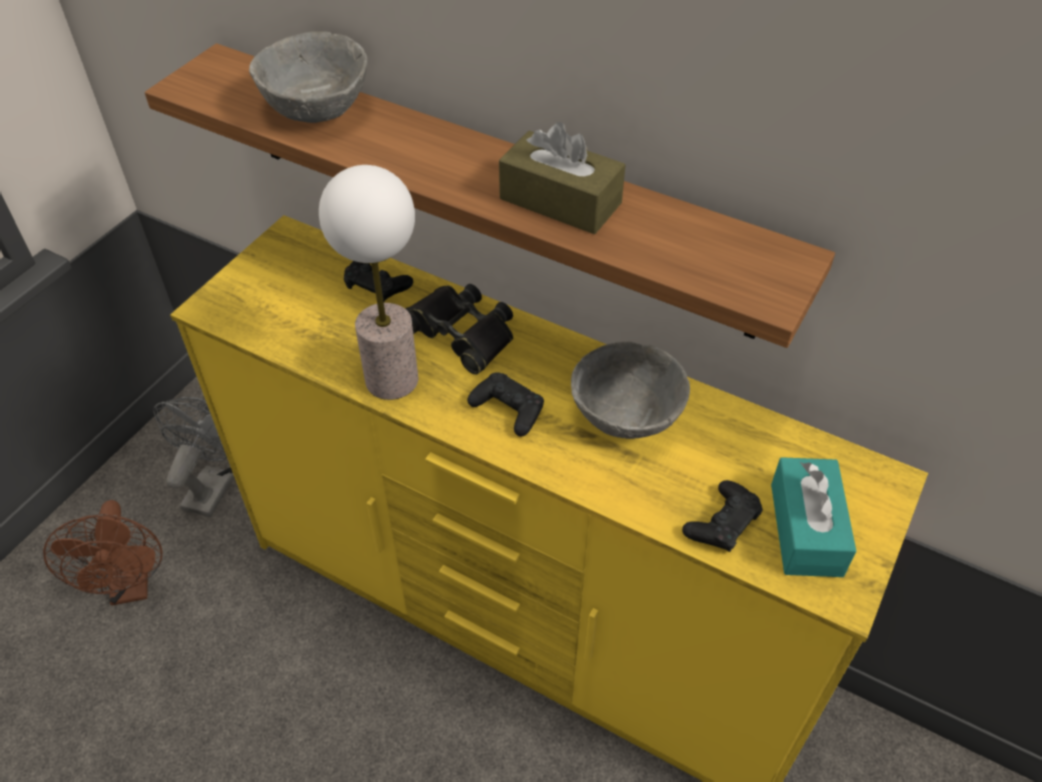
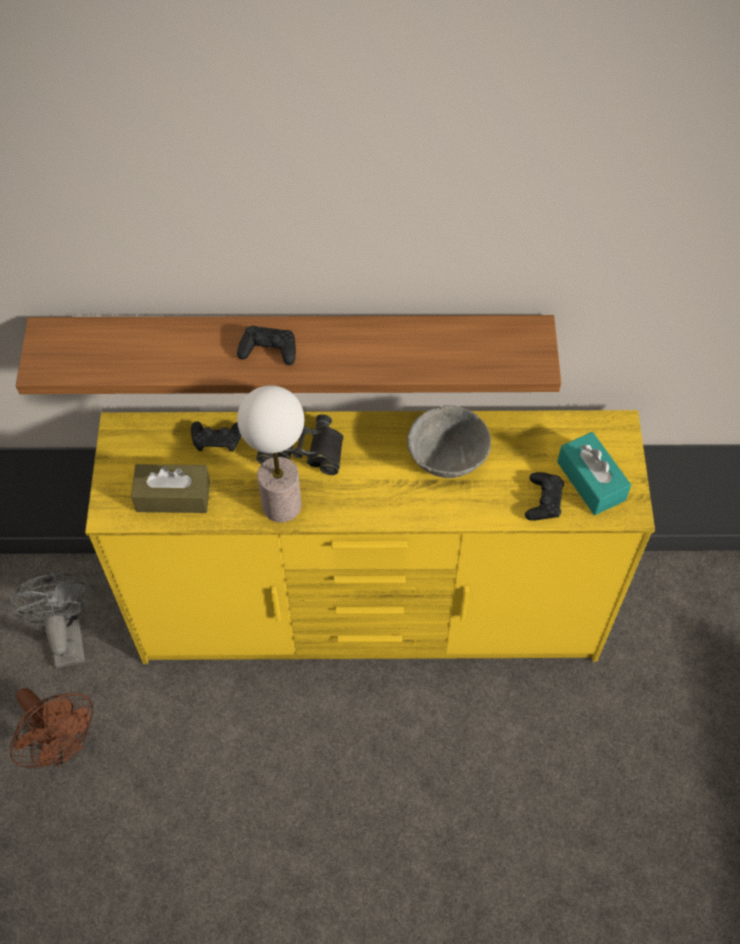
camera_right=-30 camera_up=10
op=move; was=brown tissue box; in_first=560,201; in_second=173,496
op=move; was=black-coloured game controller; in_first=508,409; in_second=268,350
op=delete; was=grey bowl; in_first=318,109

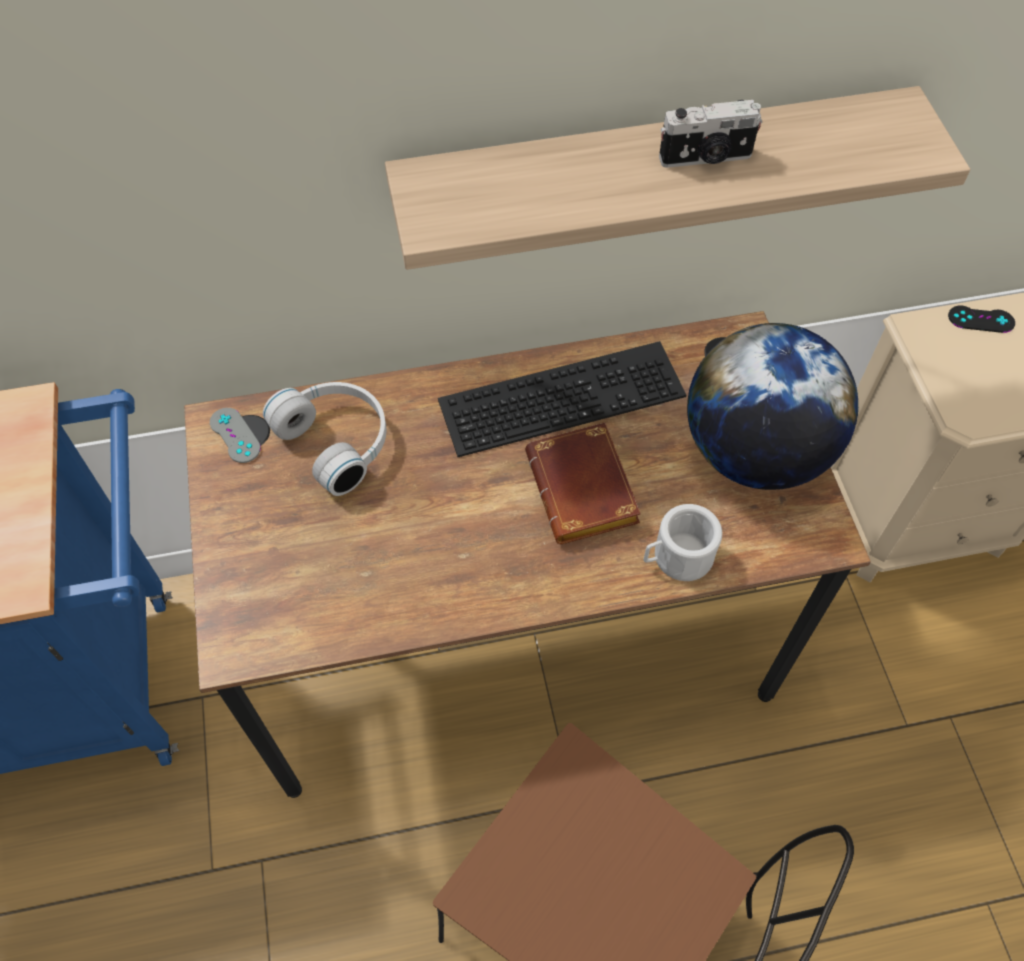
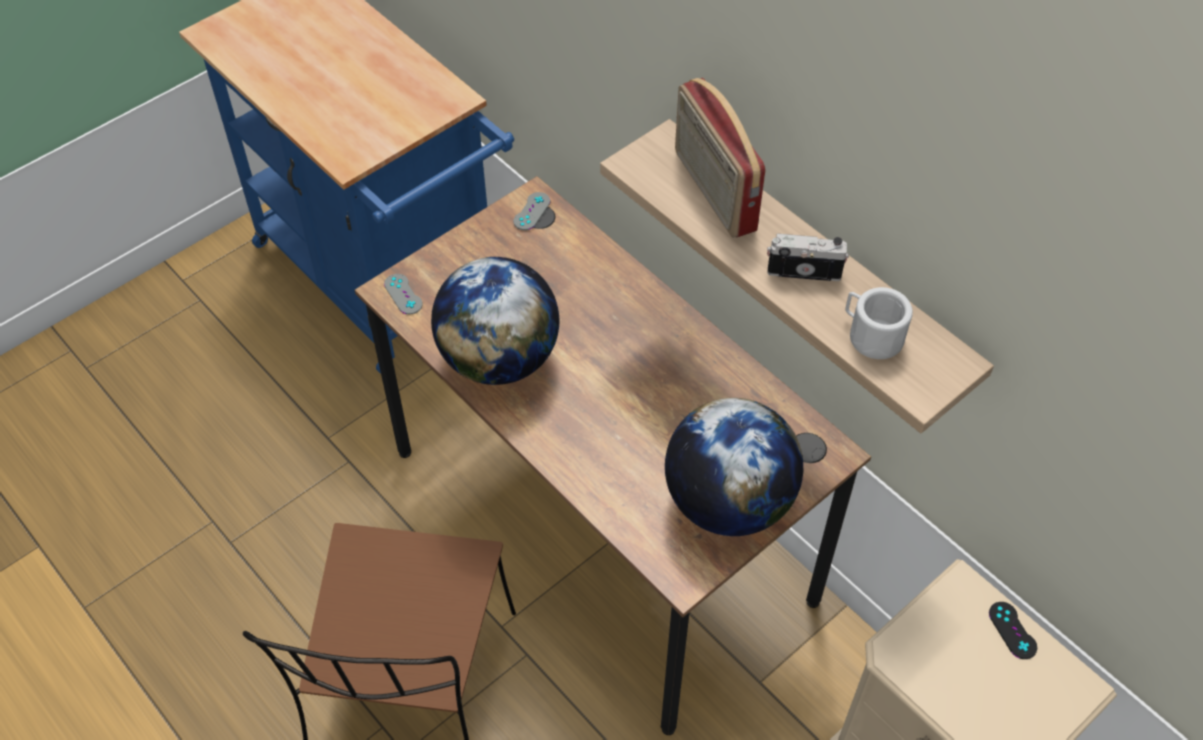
camera_right=60 camera_up=-5
op=insert; now=grey game controller; in_second=403,294
op=insert; now=world globe; in_second=499,359
op=insert; now=radio set; in_second=713,192
op=rotate; was=photo camera; in_first=706,158; in_second=804,270; clockwise=135
op=move; was=whitish mug; in_first=676,557; in_second=870,335
op=delete; was=whitish pair of headphones; in_first=338,440
op=delete; was=computer keyboard; in_first=562,394
op=delete; was=brown volume; in_first=586,491

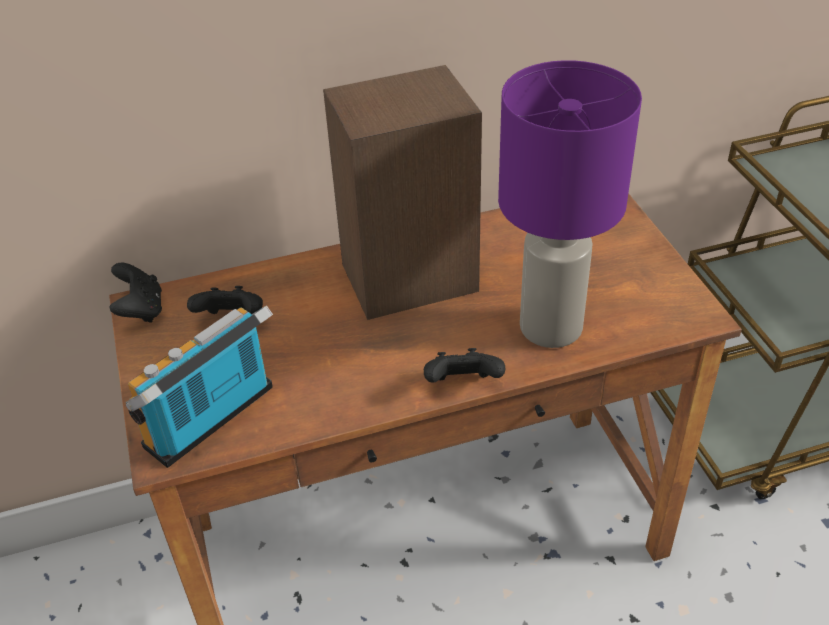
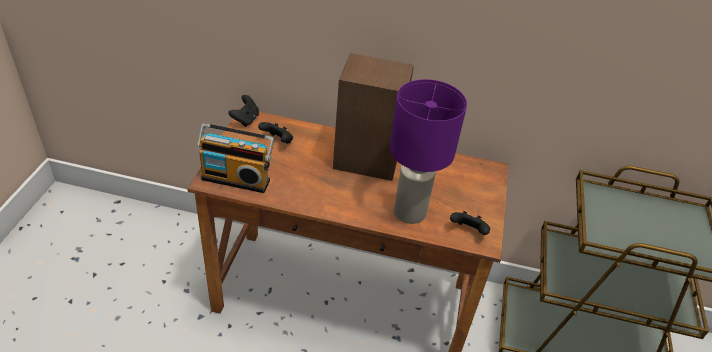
camera_right=25 camera_up=0
op=rotate; was=radio set; in_first=214,421; in_second=237,178; clockwise=-150
op=move; was=black-coloured game controller; in_first=463,384; in_second=468,231

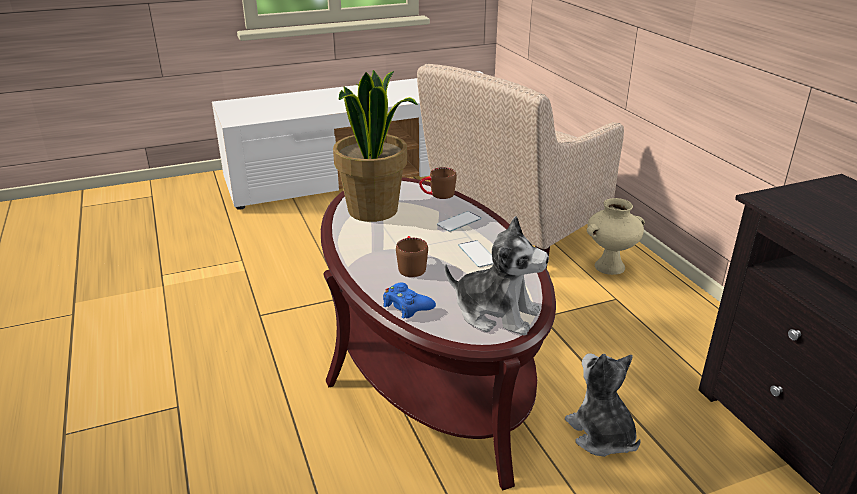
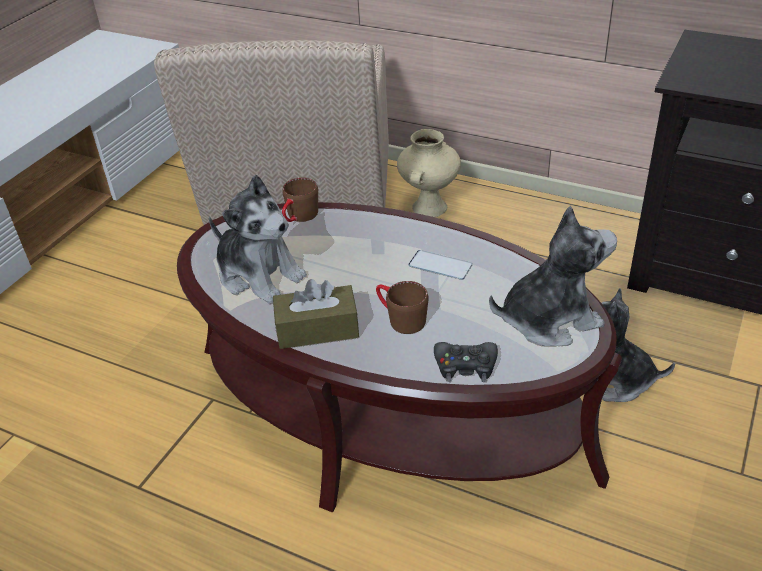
camera_right=-40 camera_up=10
op=replace; was=houseplant; now=soft toy; in_first=374,211; in_second=259,275
op=insert; now=brown tissue box; in_second=317,329
op=recolor; was=bluish game controller; now=black-coloured game controller; in_first=406,306; in_second=465,366
op=delete; was=handset; in_first=459,222

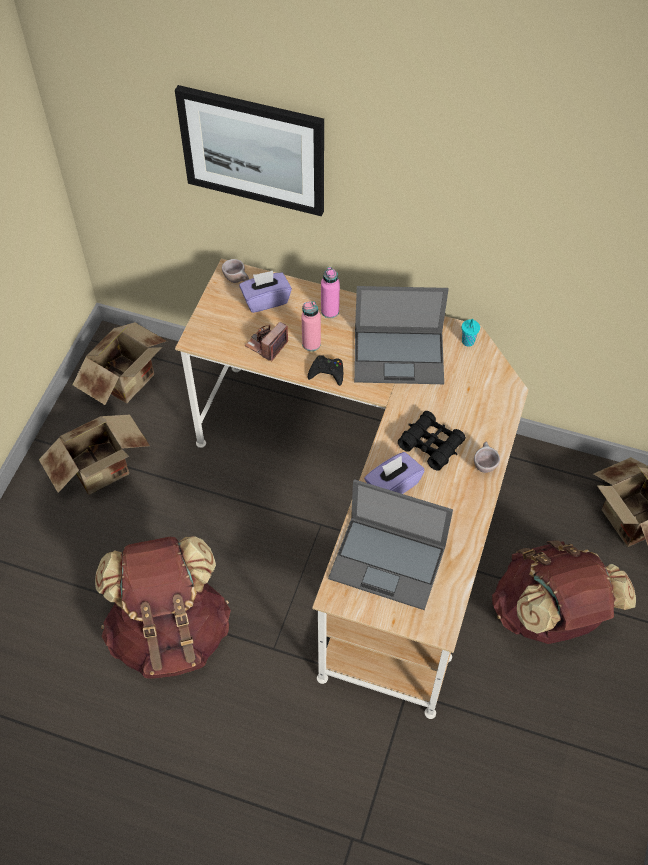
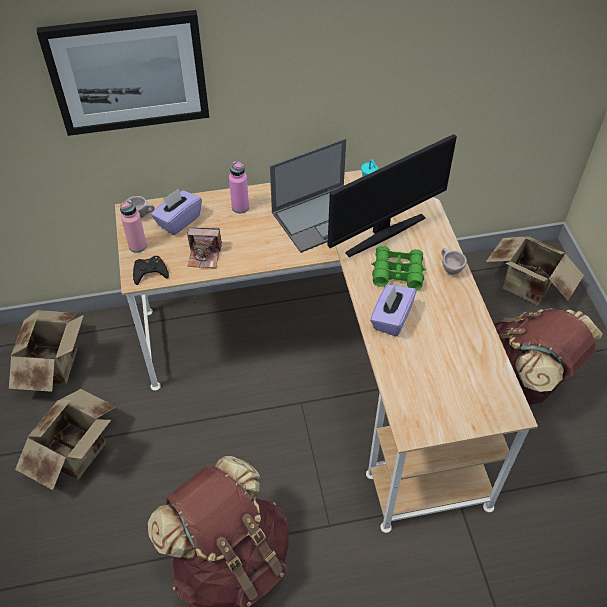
camera_right=-30 camera_up=-5
op=move; was=pink drink bottle; in_first=311,344; in_second=137,246
op=move; was=black-coloured game controller; in_first=327,372; in_second=150,272
op=rotate; was=photo camera; in_first=267,345; in_second=204,255; clockwise=-90
op=insert; now=computer screen; in_second=384,233
op=recolor; was=black-coloured binoculars; now=green-coloured binoculars; in_first=431,444; in_second=397,272
op=delete; was=laptop; in_first=389,562

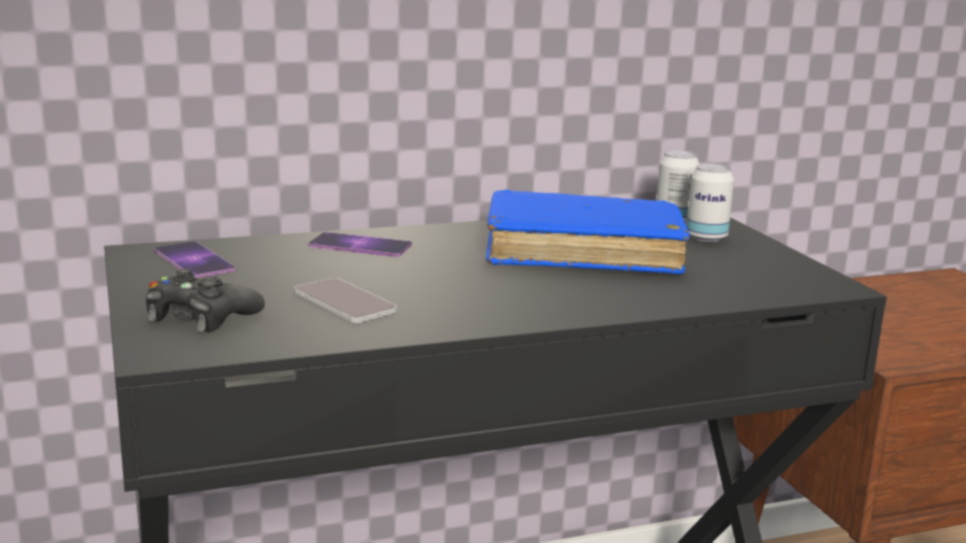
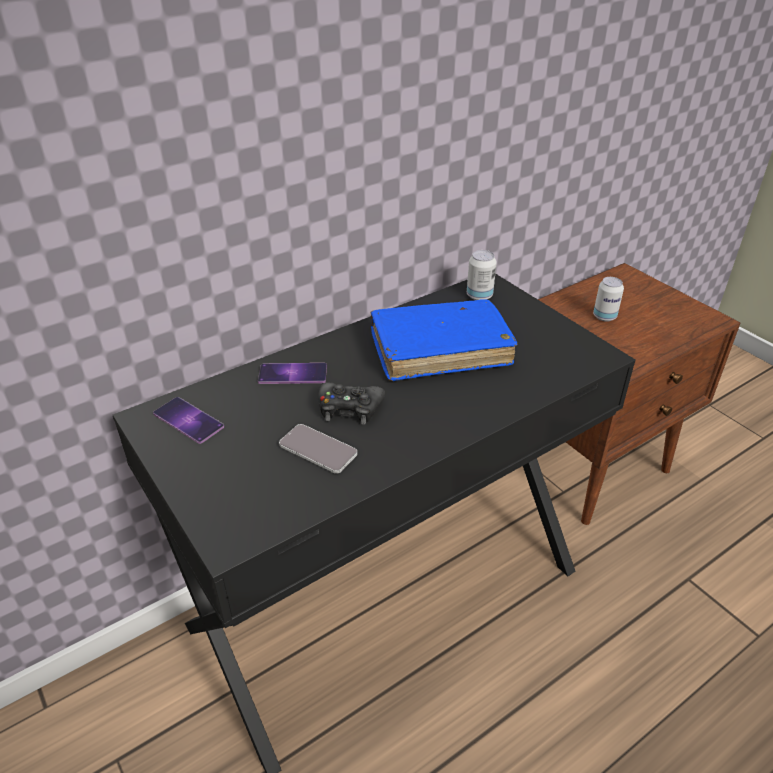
camera_right=-15 camera_up=20
op=move; was=black-coloured game controller; in_first=200,316; in_second=349,408
op=move; was=metal can; in_first=706,238; in_second=604,317

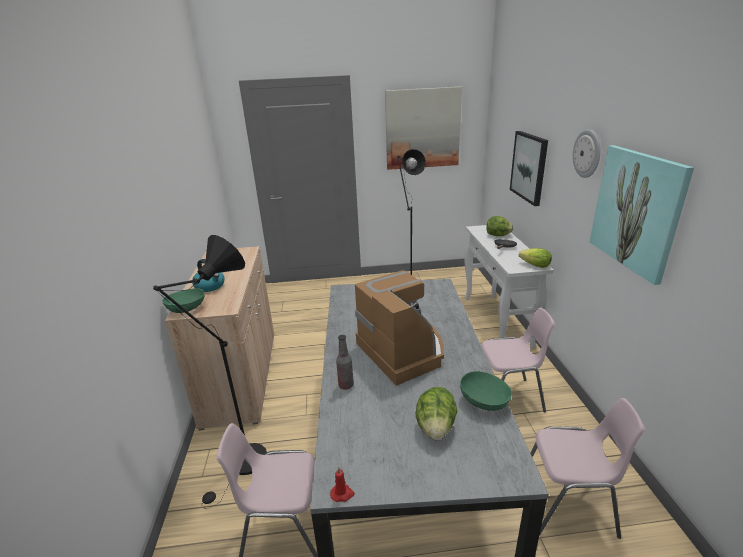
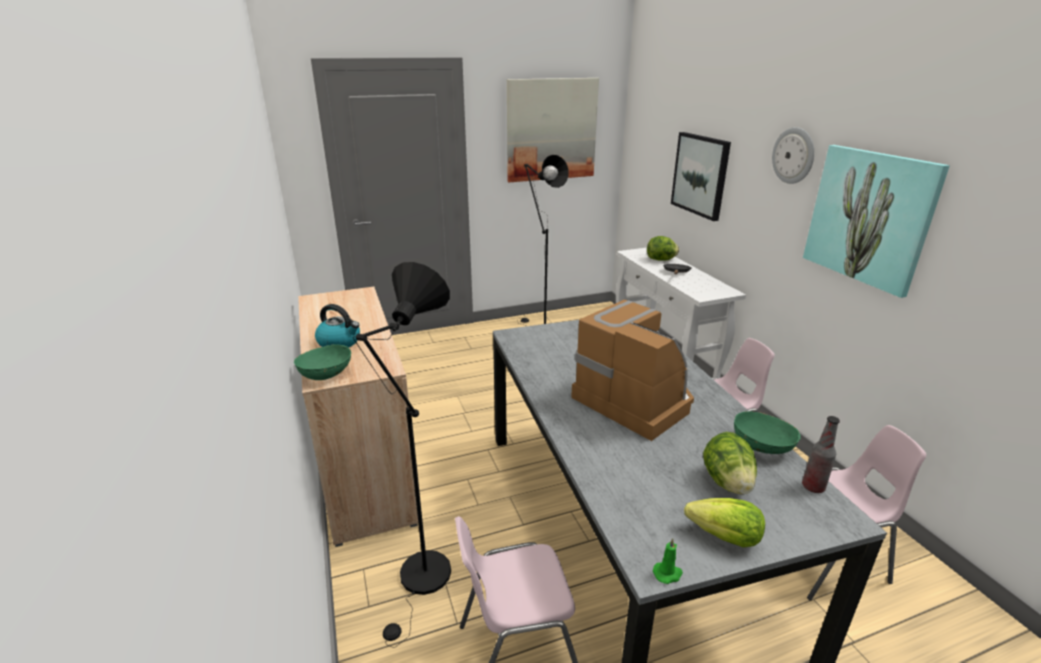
camera_right=-15 camera_up=0
op=recolor; was=red-coloured wax candle; now=green-coloured wax candle; in_first=342,494; in_second=668,573
op=move; was=head of lettuce; in_first=535,266; in_second=725,537
op=move; was=drink bottle; in_first=346,385; in_second=813,487

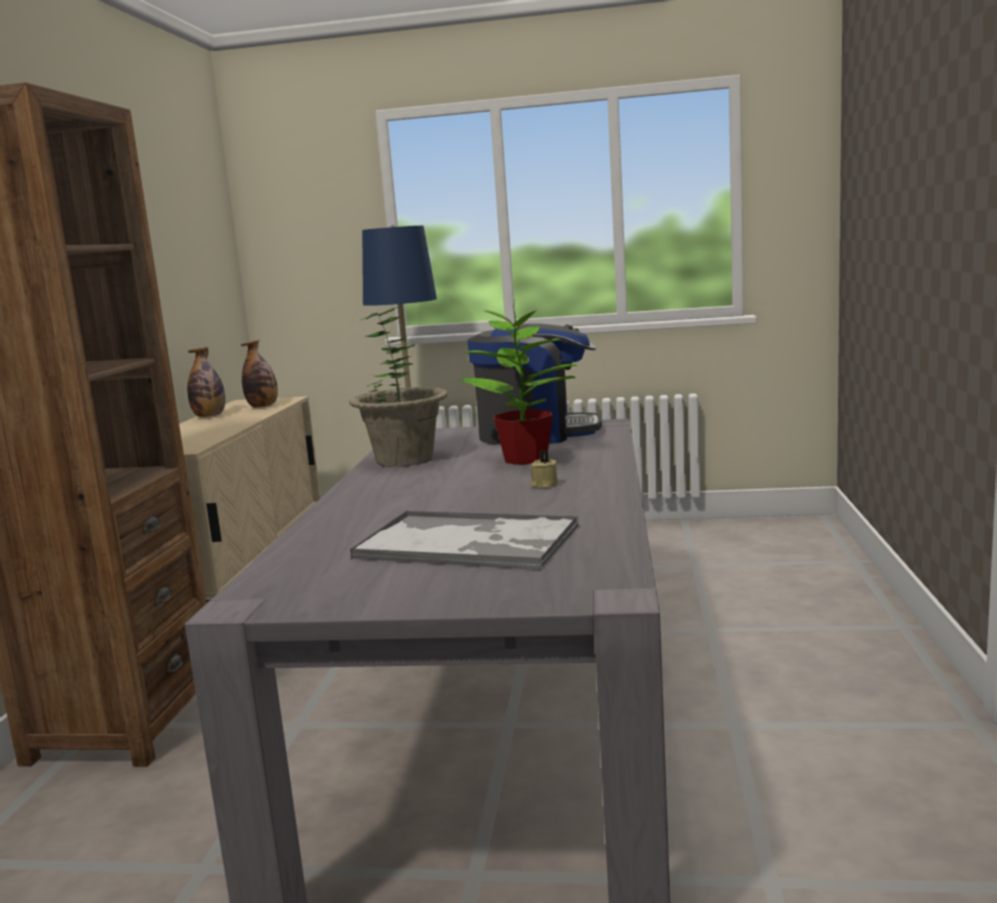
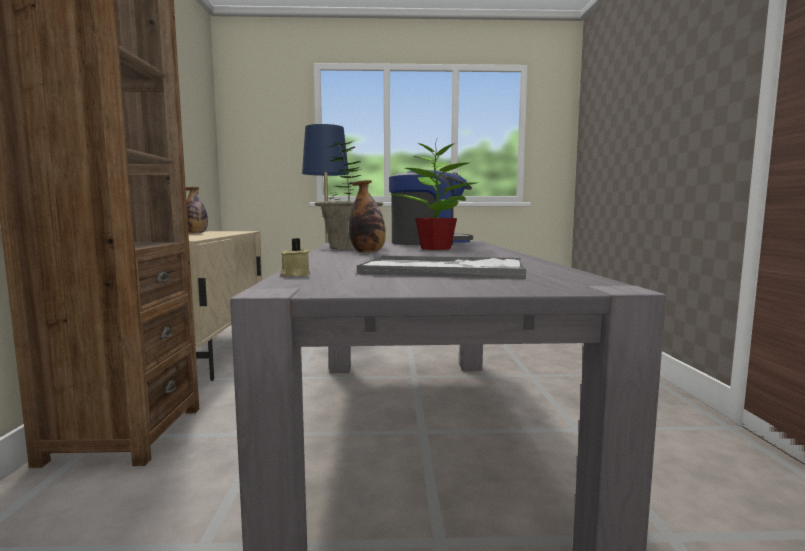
camera_right=-10 camera_up=-5
op=move; was=sand-coloured wax candle; in_first=544,485; in_second=295,275
op=move; was=drink bottle; in_first=263,407; in_second=368,252

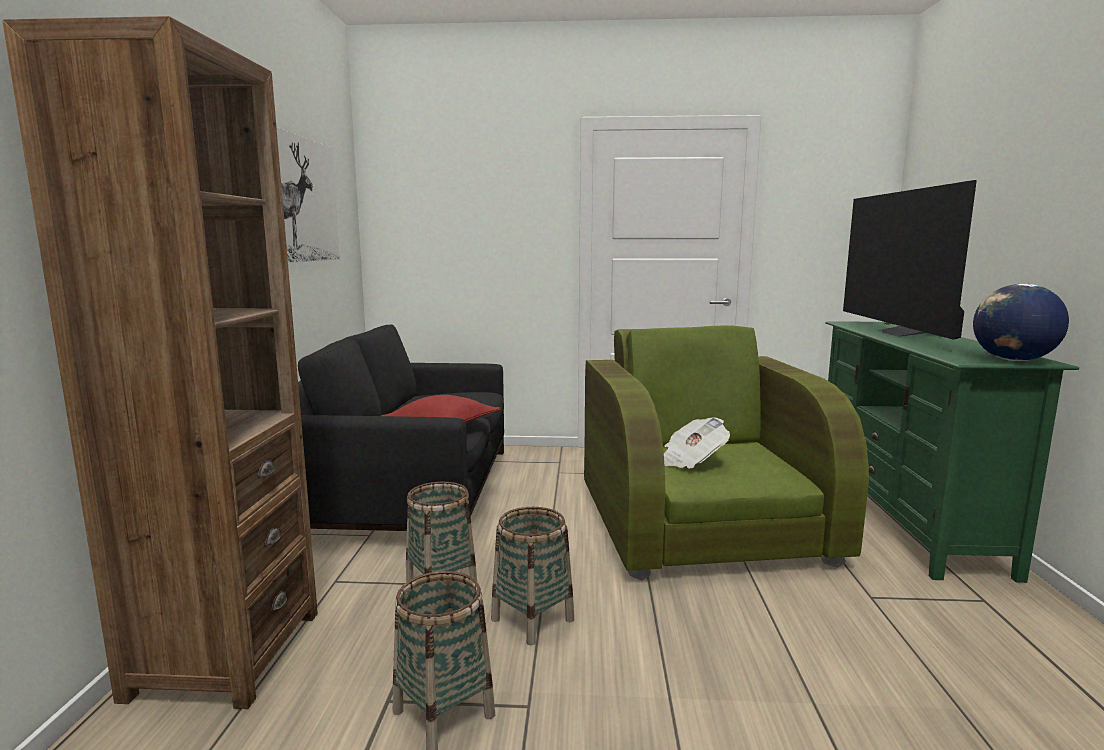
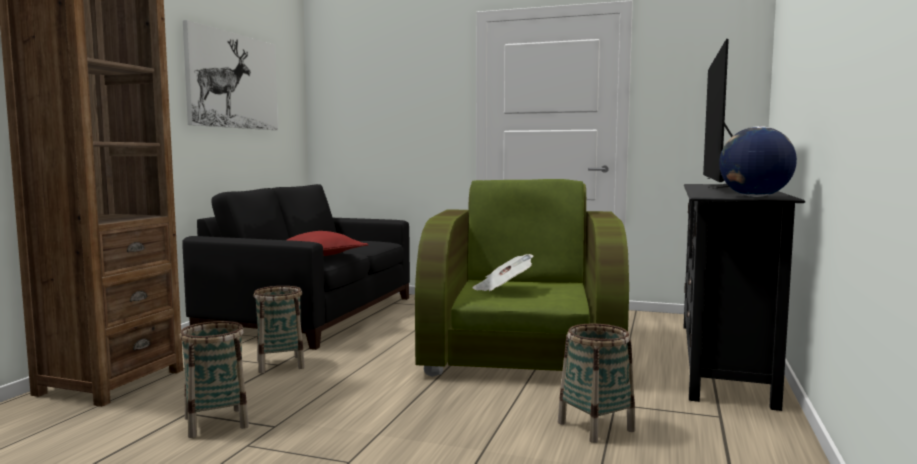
camera_right=15 camera_up=-5
op=move; was=household basket; in_first=532,619; in_second=595,426
op=recolor; was=green-coloured tv unit; now=black-coloured tv unit; in_first=904,515; in_second=724,361

